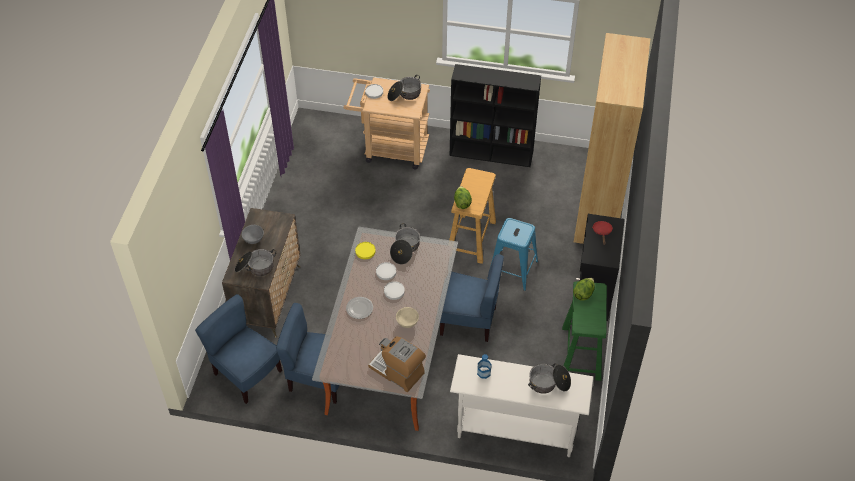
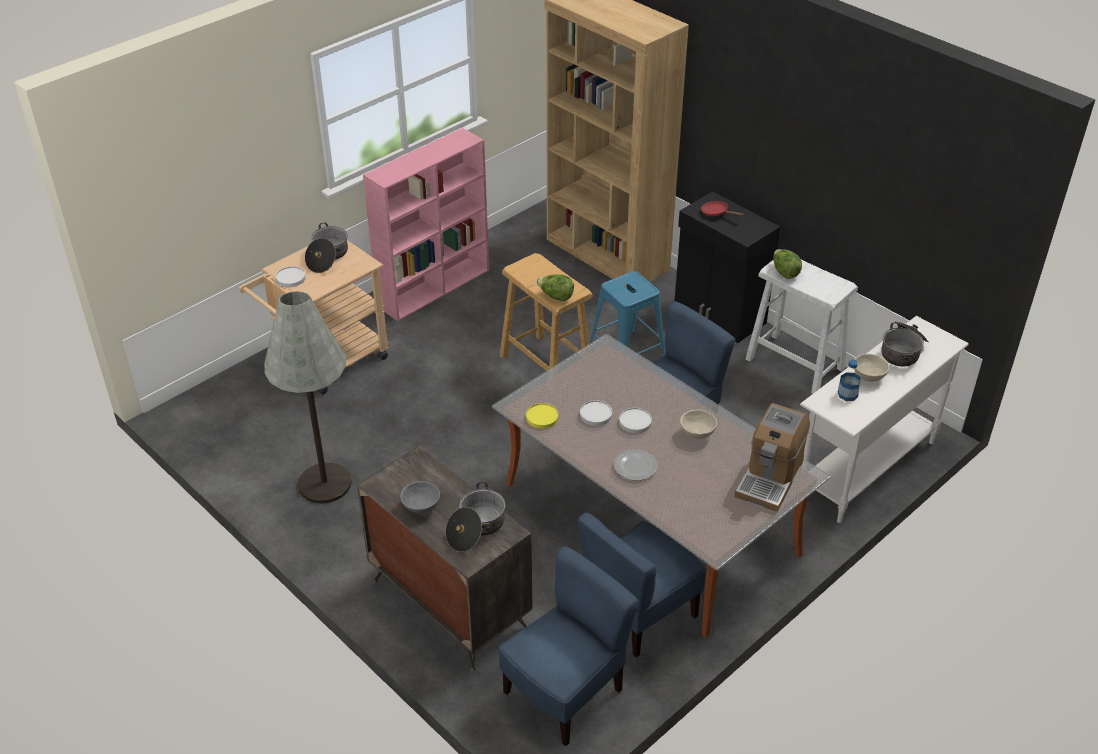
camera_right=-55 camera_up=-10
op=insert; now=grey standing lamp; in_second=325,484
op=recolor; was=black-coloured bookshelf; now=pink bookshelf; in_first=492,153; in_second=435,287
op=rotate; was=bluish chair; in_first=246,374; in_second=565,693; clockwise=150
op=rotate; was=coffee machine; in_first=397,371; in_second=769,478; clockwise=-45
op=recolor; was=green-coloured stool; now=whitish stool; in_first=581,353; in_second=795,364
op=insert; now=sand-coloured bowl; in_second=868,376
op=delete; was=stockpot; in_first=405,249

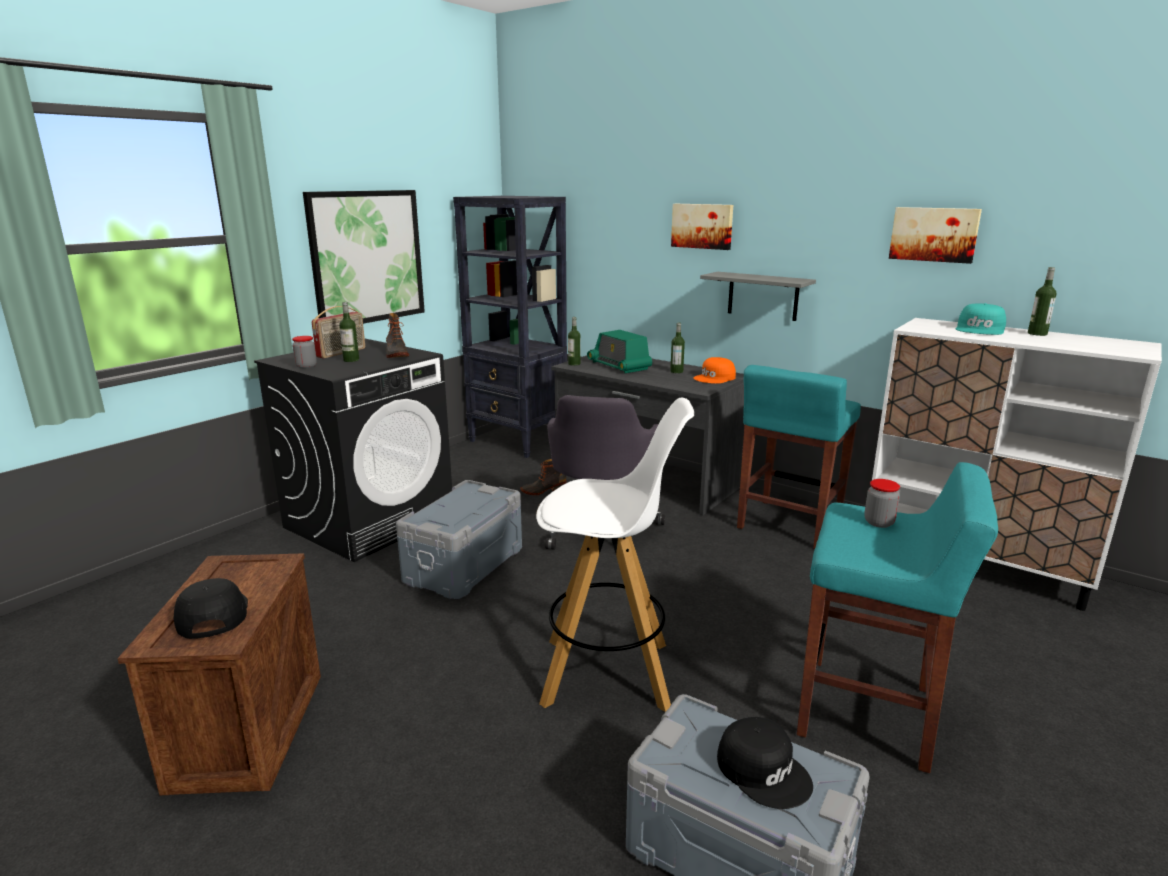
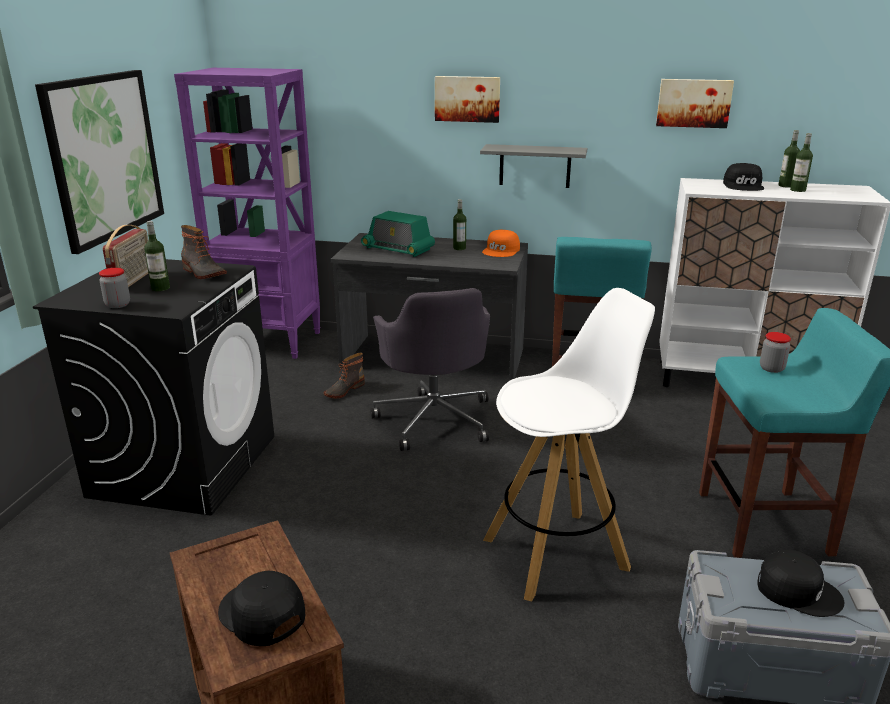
camera_right=-25 camera_up=5
op=recolor; was=black-coloured bookshelf; now=purple bookshelf; in_first=518,441; in_second=270,341
op=recolor; was=blue-green peaked cap; now=black-coloured peaked cap; in_first=981,329; in_second=744,185
op=move; was=drink bottle; in_first=574,364; in_second=797,190
op=delete; was=grey storage container; in_first=465,565

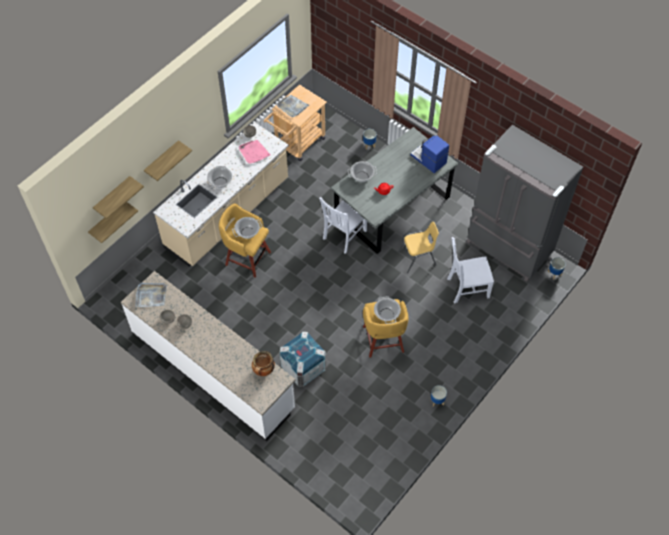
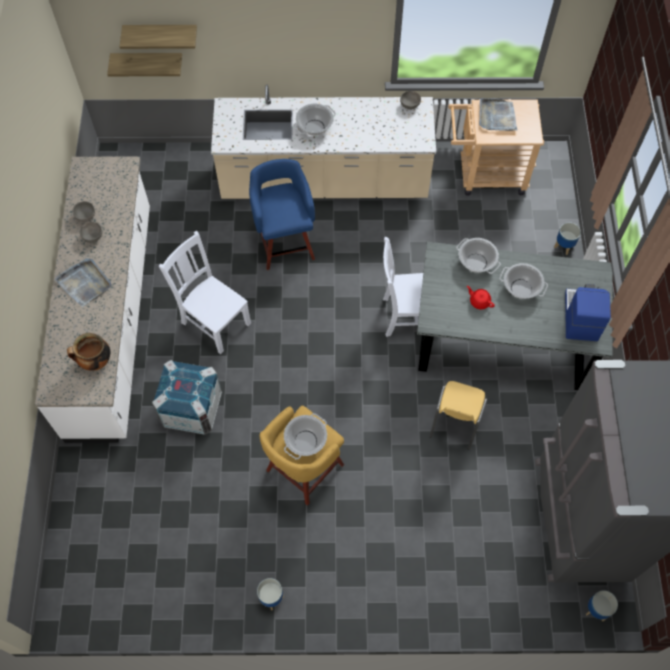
camera_right=50 camera_up=5
op=move; was=grey tray; in_first=151,295; in_second=85,283
op=move; was=whitish chair; in_first=466,288; in_second=214,321
op=recolor; was=yellow stool; now=bluish stool; in_first=246,257; in_second=285,242
op=rotate; was=yellow chair; in_first=418,259; in_second=455,422; clockwise=75
op=move; was=stockpot; in_first=247,233; in_second=521,288
op=delete; was=bracket shelf; in_first=162,160
op=delete; was=pink tray; in_first=254,152

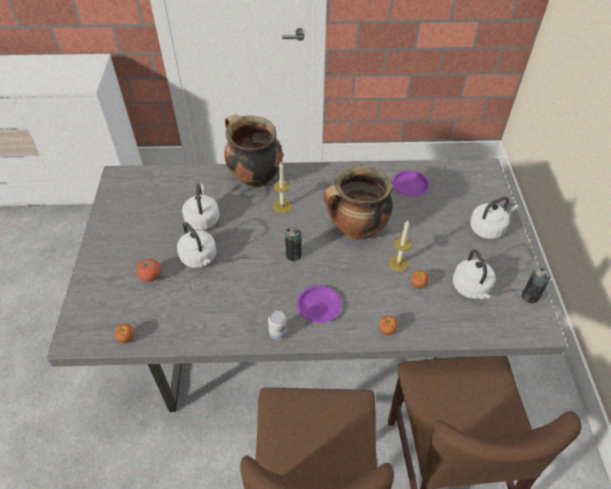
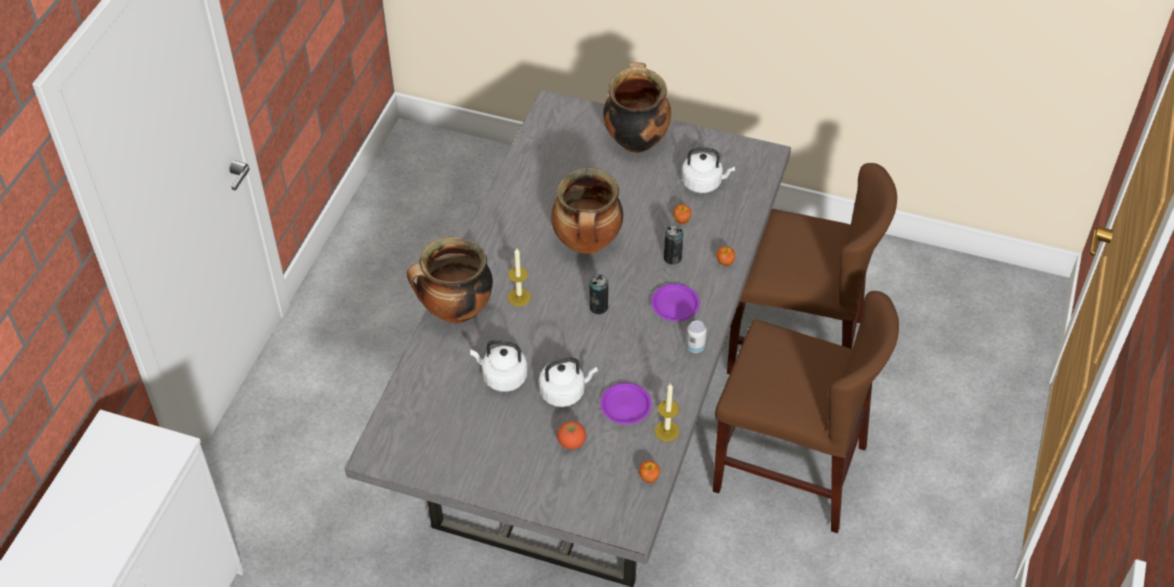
camera_right=-70 camera_up=0
op=move; was=purple flat dish; in_first=410,186; in_second=626,406
op=replace; was=whitish water kettle; now=stockpot; in_first=488,228; in_second=635,139
op=move; was=wax candle; in_first=398,263; in_second=667,431
op=move; was=metal can; in_first=530,296; in_second=672,258

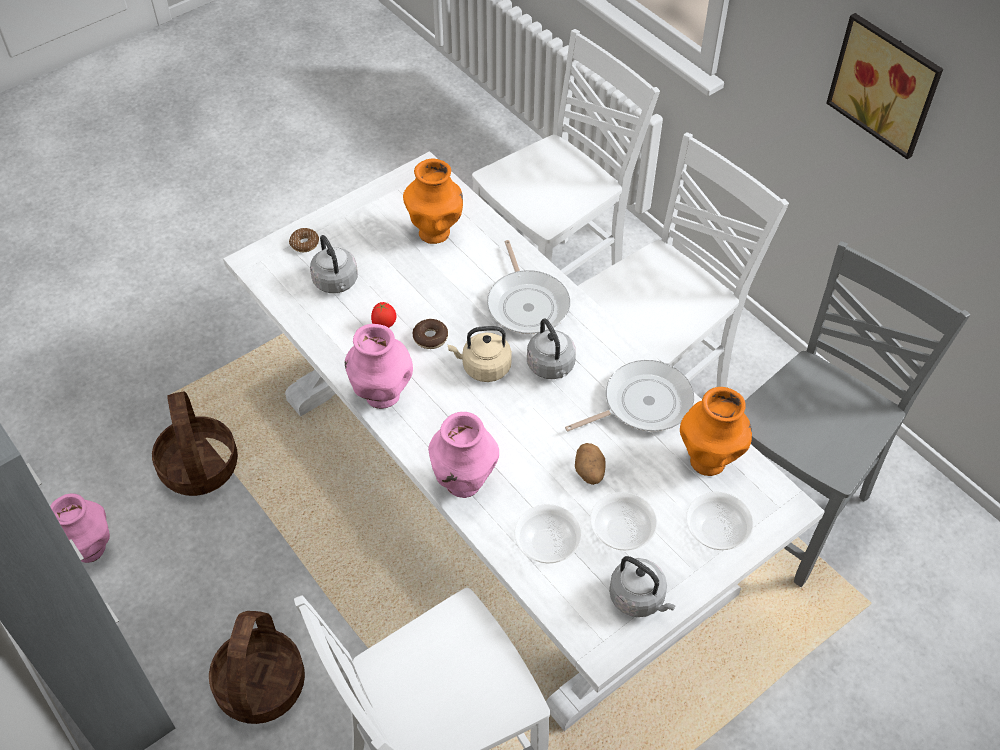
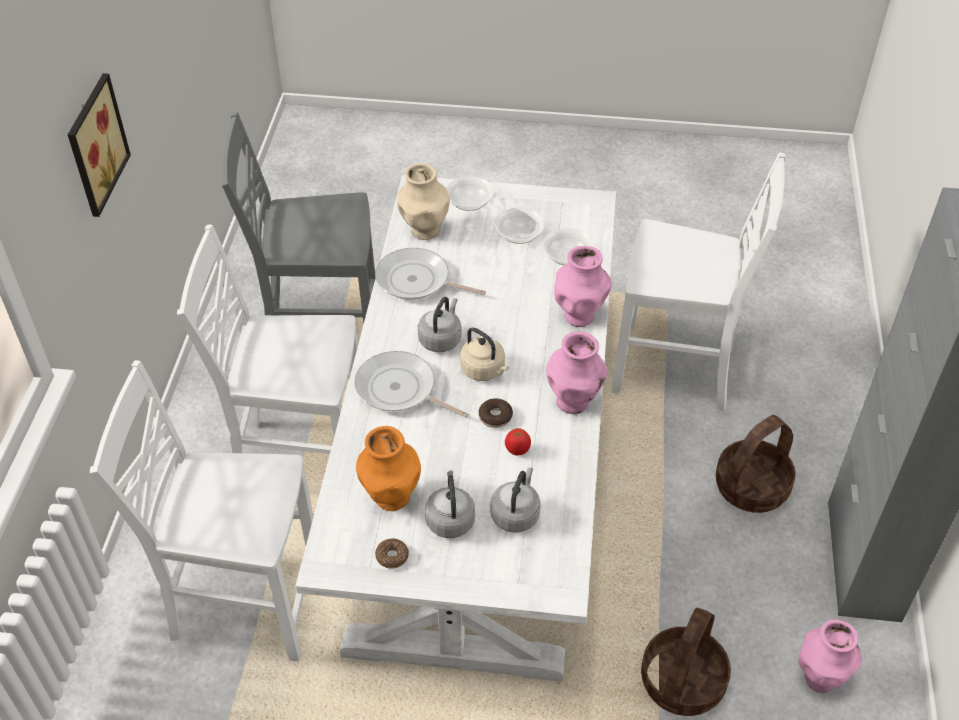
camera_right=-135 camera_up=-5
op=rotate; was=frying pan; in_first=527,303; in_second=400,390; clockwise=-90
op=move; was=donut; in_first=304,243; in_second=392,556
op=recolor; was=orange-coloured decorative vase; now=sand-coloured decorative vase; in_first=708,460; in_second=424,231
op=move; was=grey water kettle; in_first=639,598; in_second=450,519
op=delete; was=potato; in_first=589,472

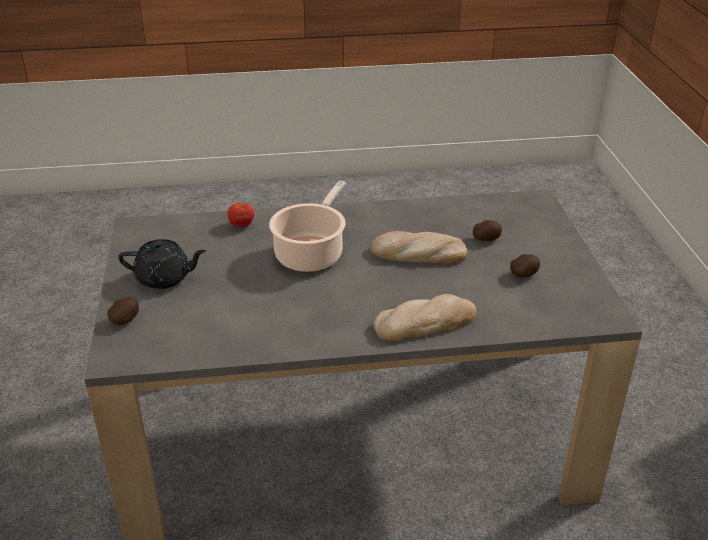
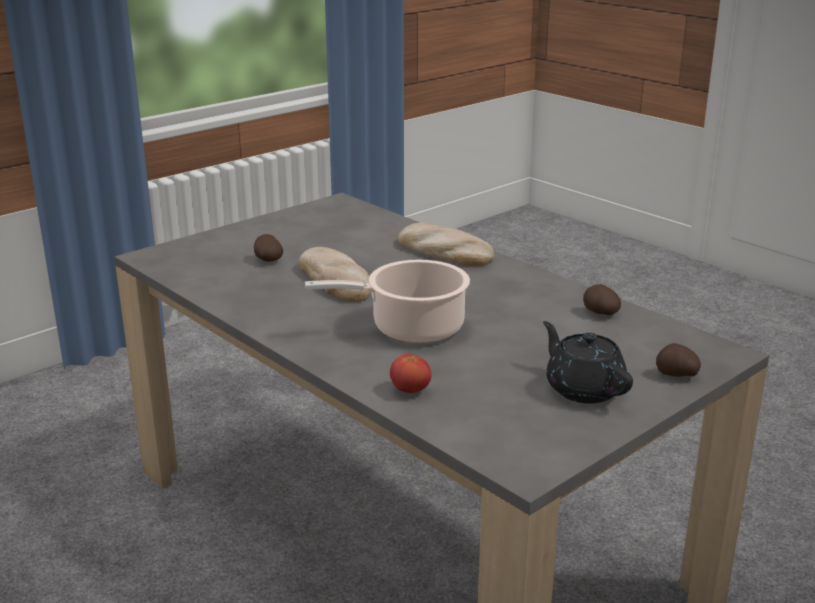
camera_right=-125 camera_up=-10
op=move; was=potato; in_first=524,275; in_second=600,313

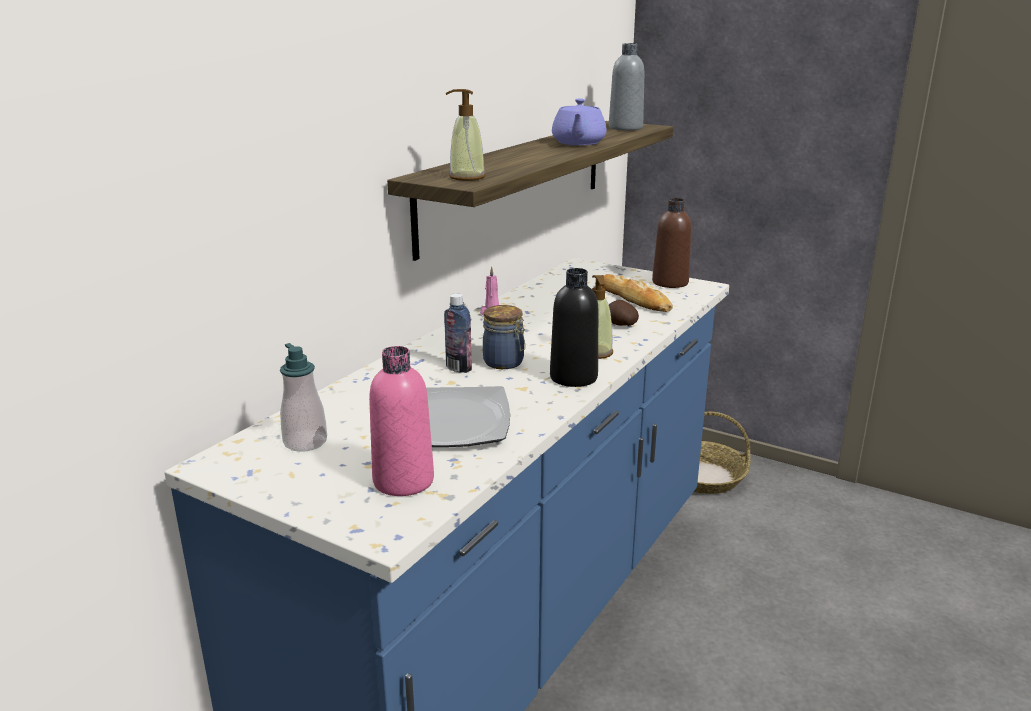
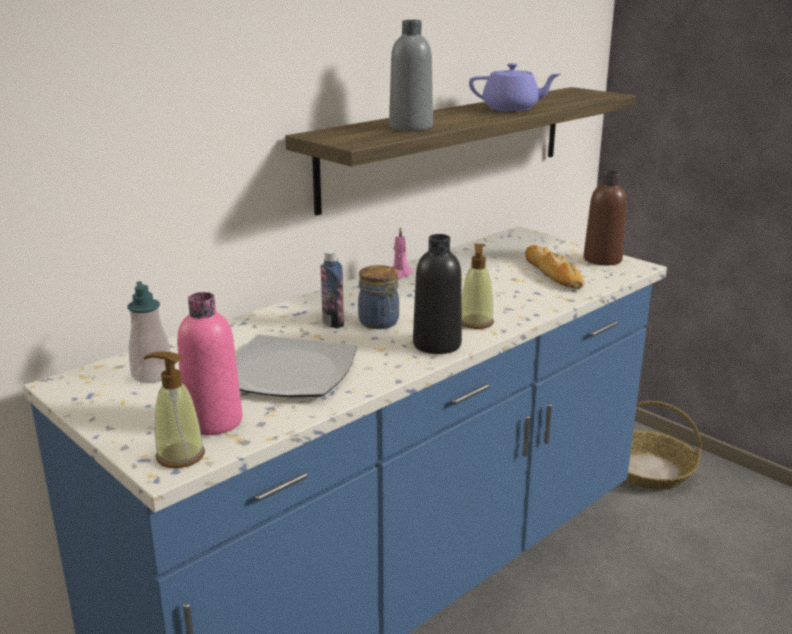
camera_right=15 camera_up=0
op=move; was=liquid soap bottle; in_first=466,177; in_second=180,456
op=move; was=grey drink bottle; in_first=625,128; in_second=411,127
op=rotate; was=purple pot for tea; in_first=578,143; in_second=512,108; clockwise=-105
op=delete; was=potato; in_first=621,325

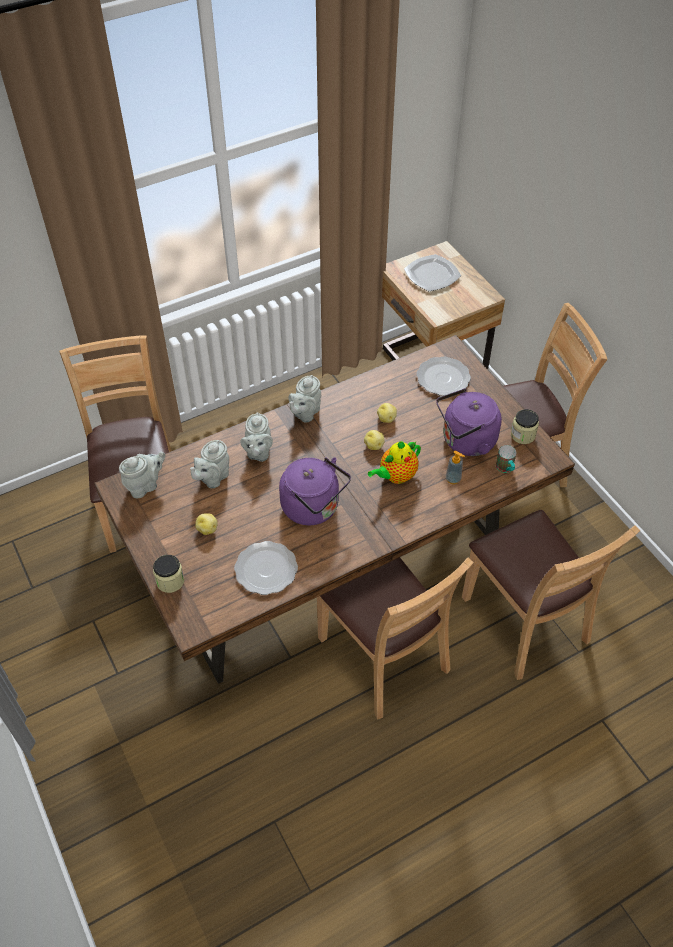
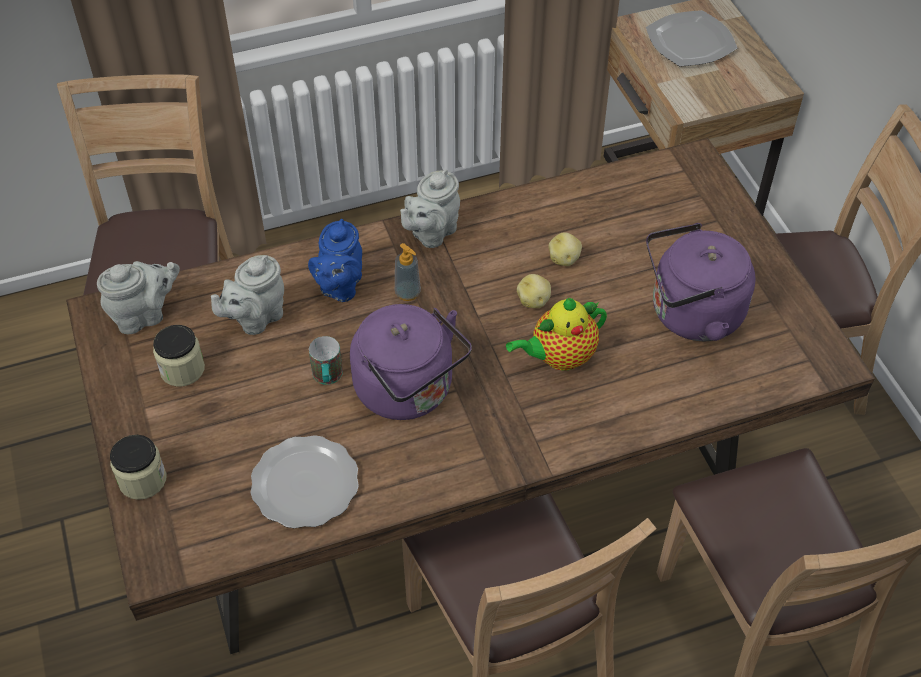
camera_right=10 camera_up=0
op=move; was=preserve jar; in_first=523,435; in_second=182,369
op=recolor; was=grey pot for tea; now=bluish pot for tea; in_first=258,452; in_second=339,287
op=move; was=mug; in_first=506,469; in_second=327,378
op=move; was=liquid soap bottle; in_first=453,479; in_second=408,293
op=delete; was=potato; in_first=207,529
op=delete; was=flat dish; in_first=442,378

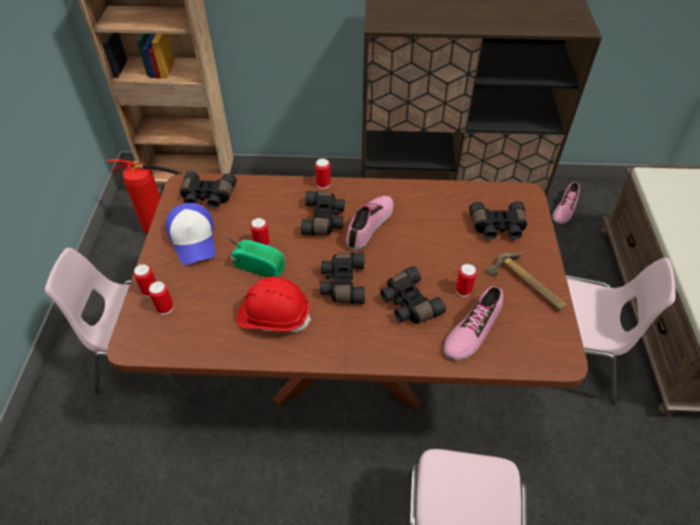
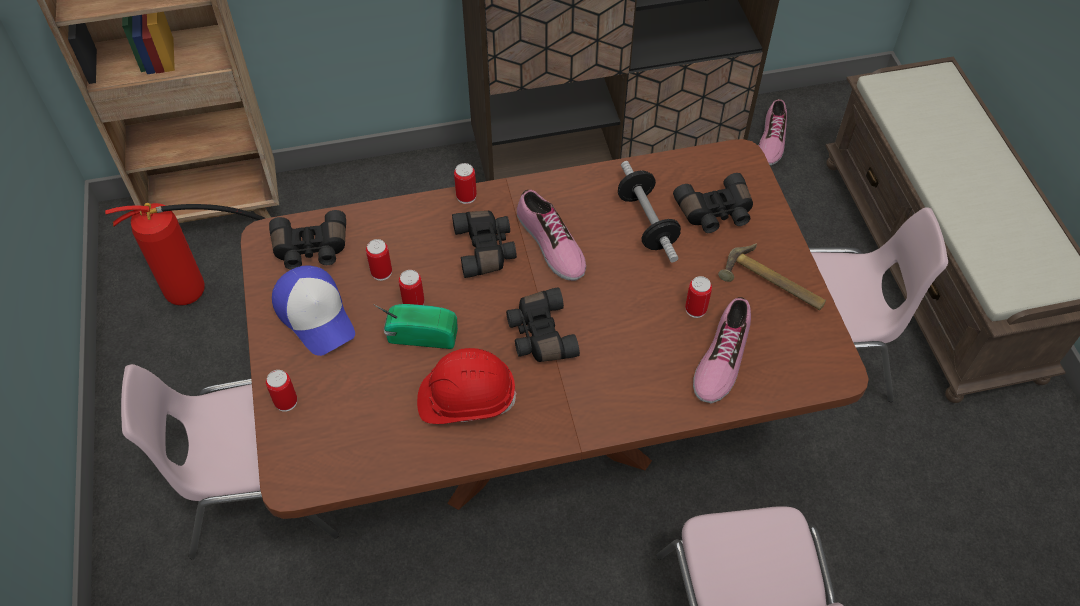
camera_right=-15 camera_up=5
op=move; was=metal can; in_first=165,308; in_second=381,272
op=rotate; was=low shoe; in_first=370,225; in_second=550,244; clockwise=135
op=insert; now=hand weight; in_second=647,222
op=delete; was=black-coloured binoculars; in_first=408,303

